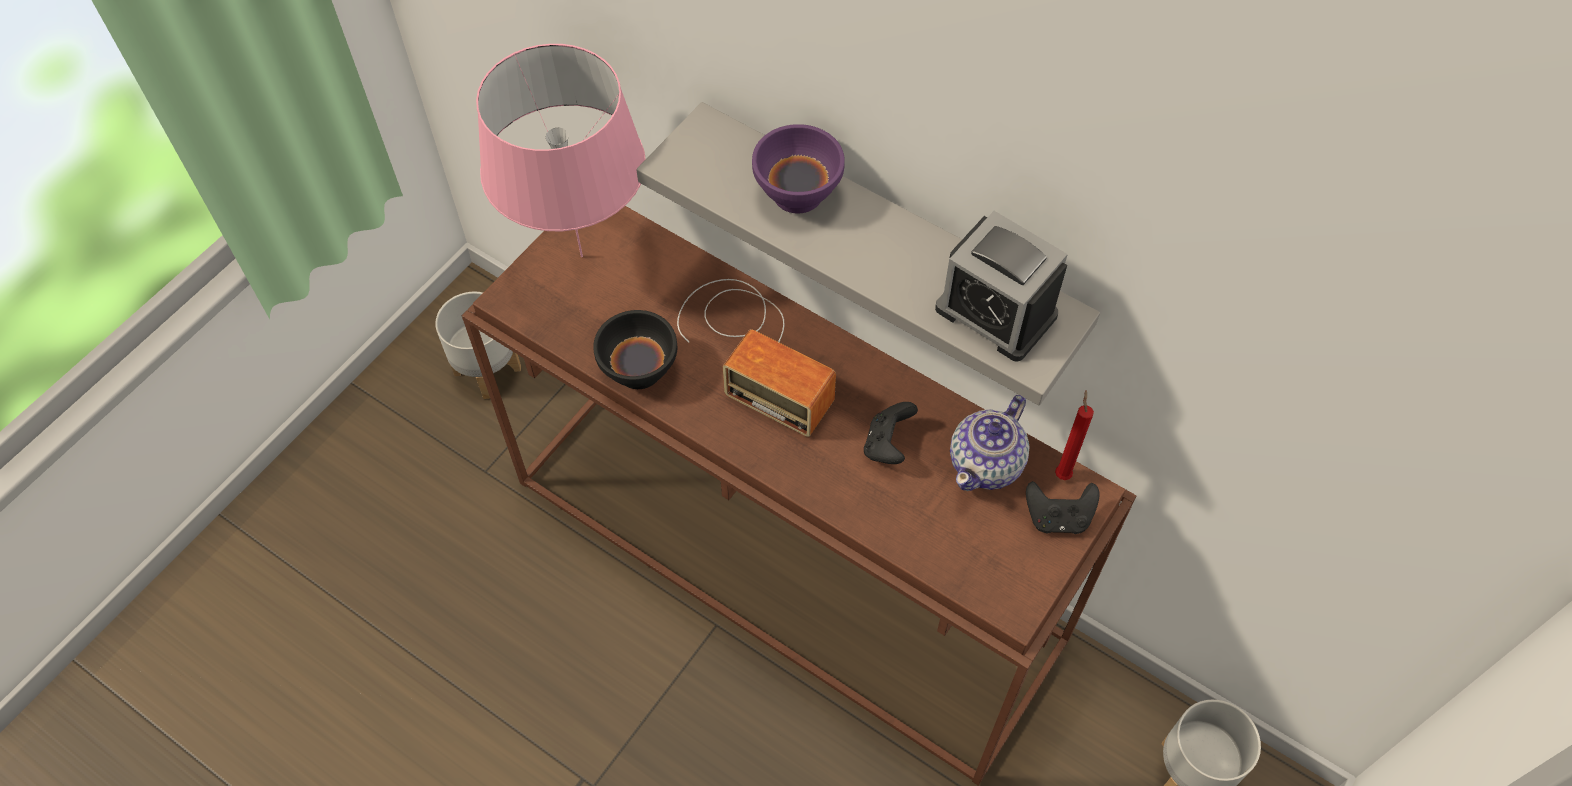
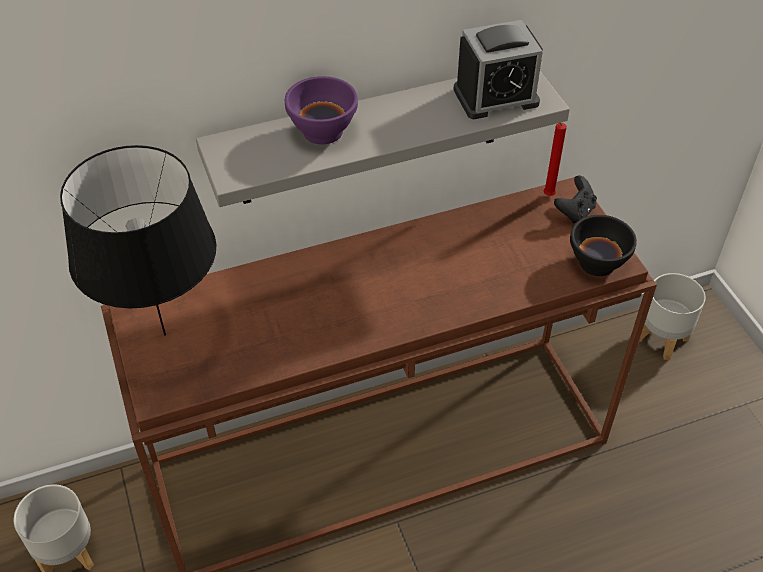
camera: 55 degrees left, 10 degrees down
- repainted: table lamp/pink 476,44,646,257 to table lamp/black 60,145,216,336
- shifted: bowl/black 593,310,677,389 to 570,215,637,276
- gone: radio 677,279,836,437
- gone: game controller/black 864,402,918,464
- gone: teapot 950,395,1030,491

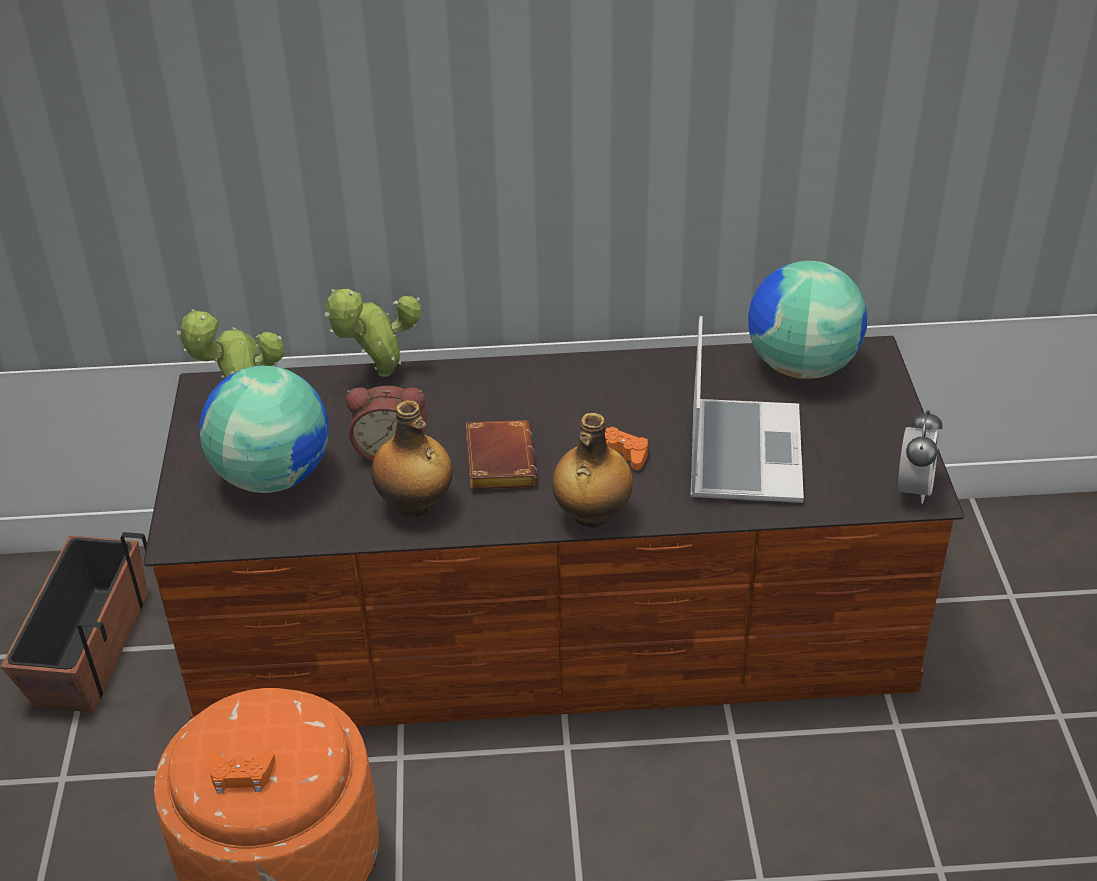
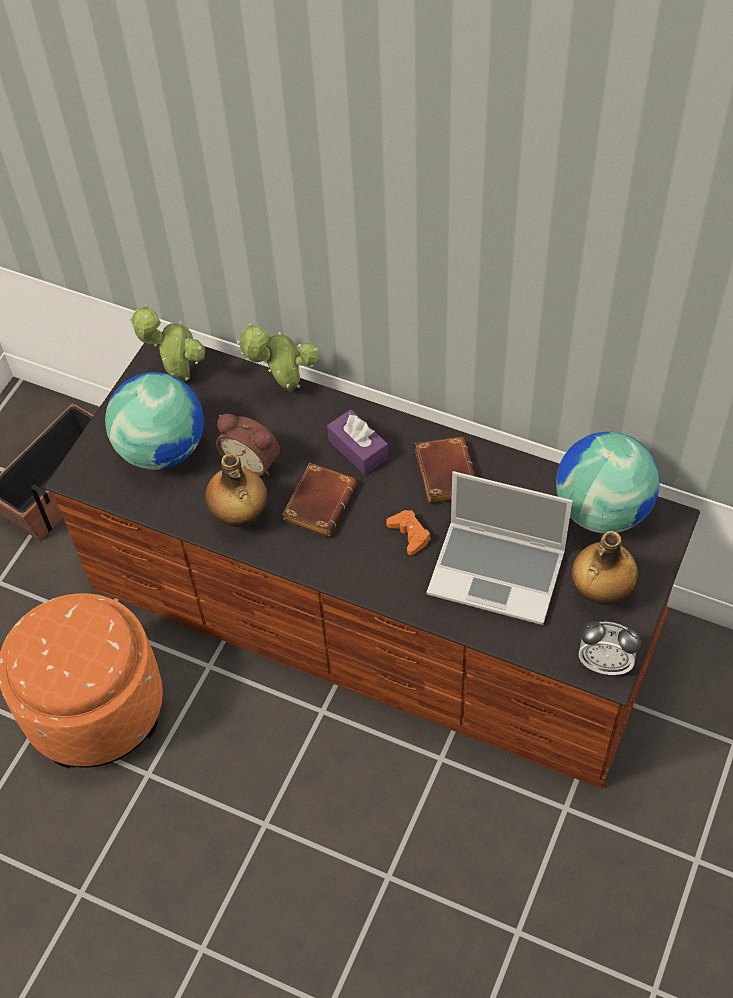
camera: 30 degrees right, 15 degrees up
- gone: game controller/orange 209,750,275,793
- shifted: bottle 552,413,633,528 to 571,531,638,605
- rotated: laptop 691,316,804,503 = 427,471,572,625 75 degrees clockwise
- rotated: alarm clock 898,410,943,504 = 579,621,641,675 60 degrees clockwise
- new: tissue box/purple 327,409,388,475
- new: book/brown 415,437,475,503

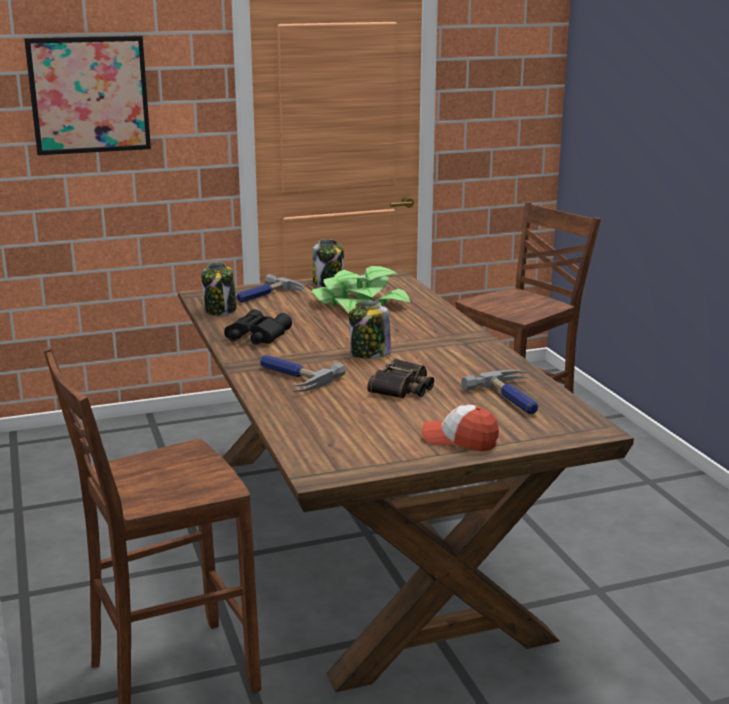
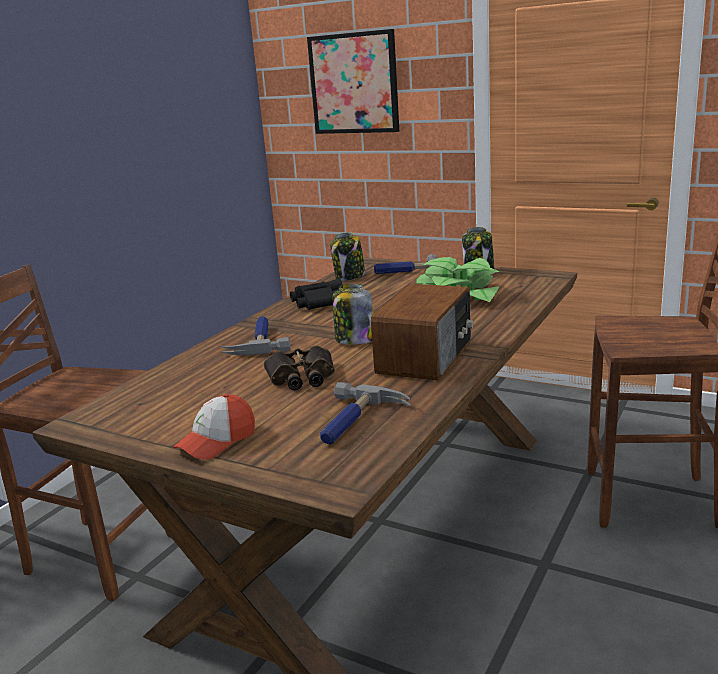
camera: 50 degrees right, 0 degrees up
- rotated: cap 422,405,499,451 = 173,394,255,460 120 degrees counterclockwise
- new: radio 371,284,474,381

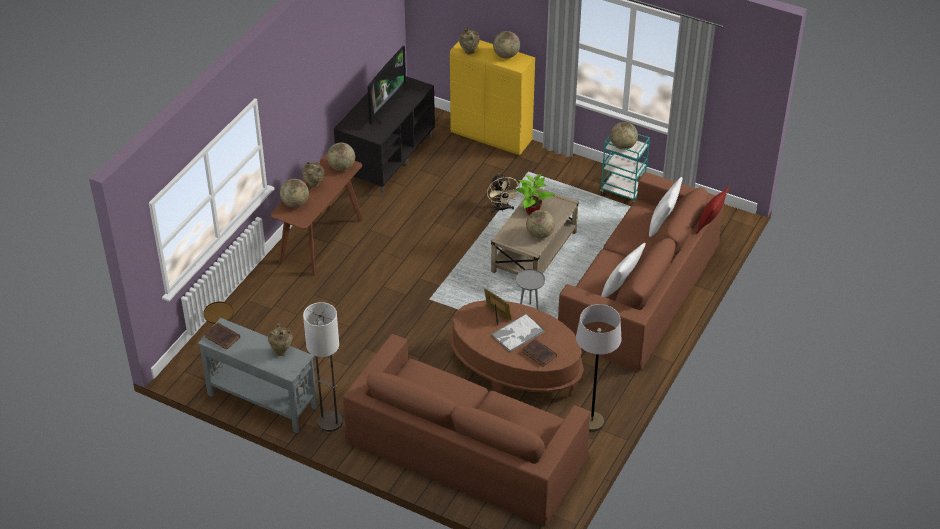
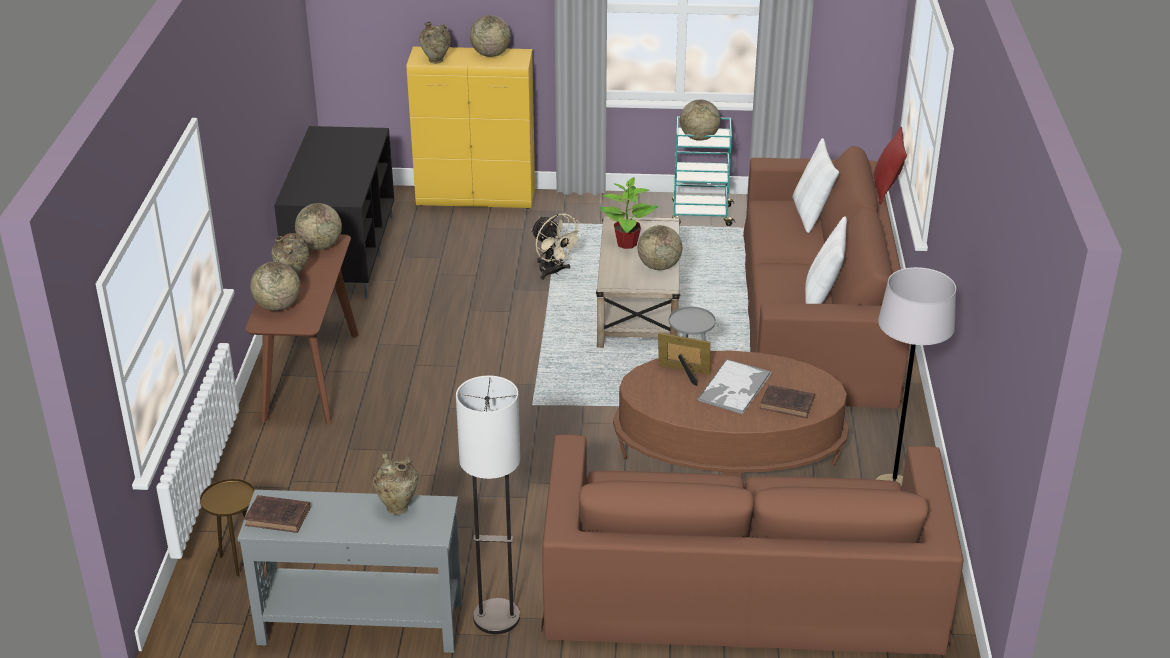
camera: 25 degrees left, 10 degrees down
- gone: television 367,46,406,125

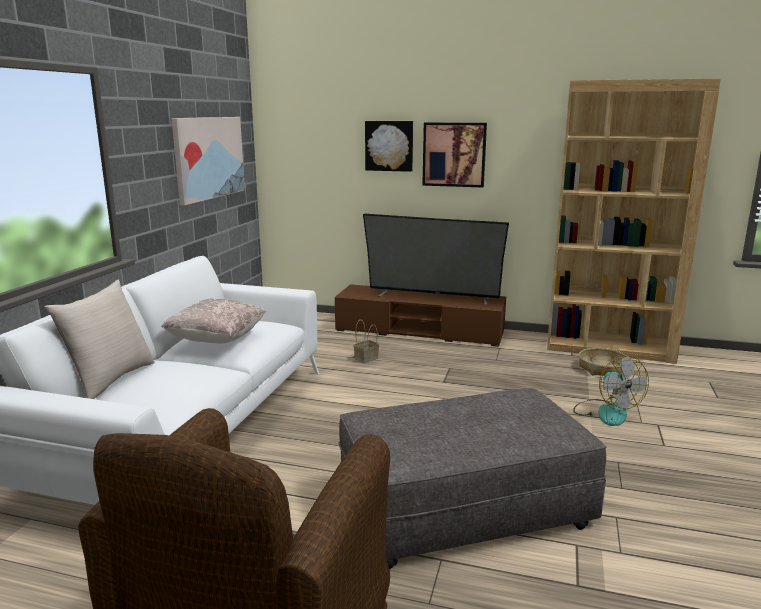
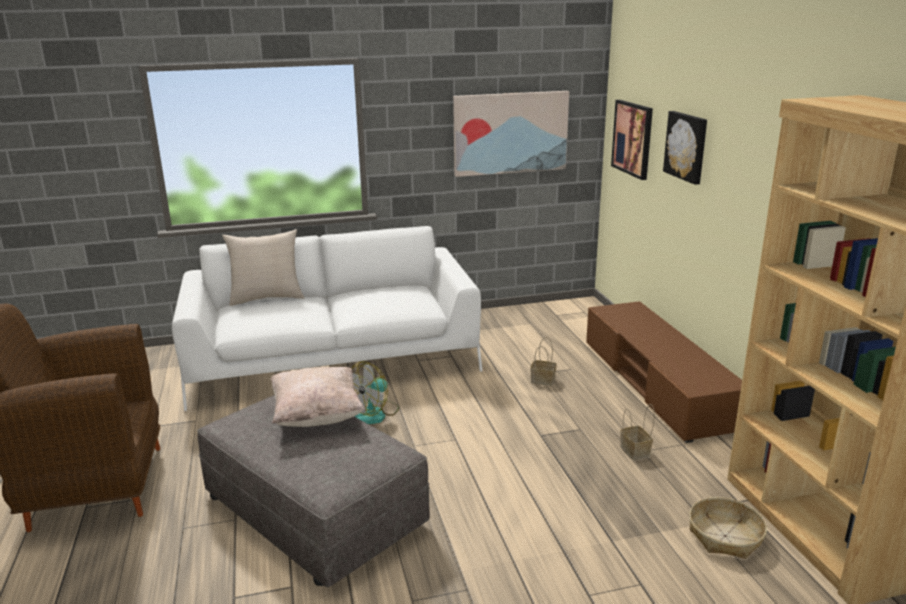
camera: 60 degrees right, 5 degrees up
- shifted: pillow/beige 161,298,266,344 to 271,367,365,427
- gone: television 363,213,509,306
- shifted: picture 422,122,487,187 to 611,100,653,180
- shifted: fan 573,355,649,426 to 351,361,399,424
- new: basket 620,404,655,460

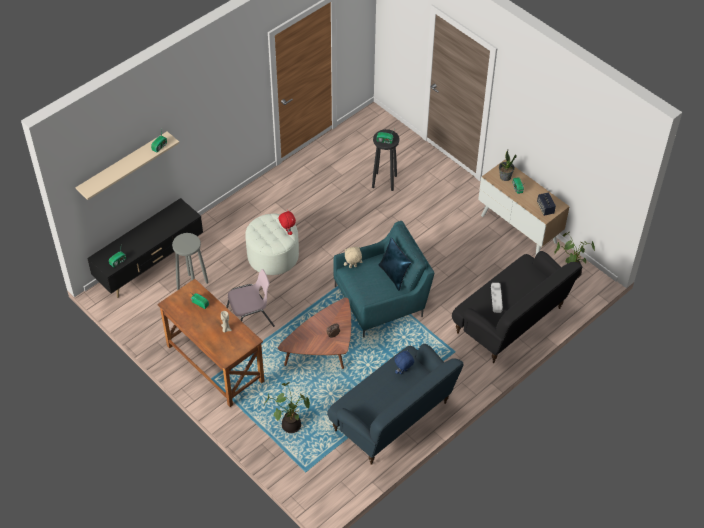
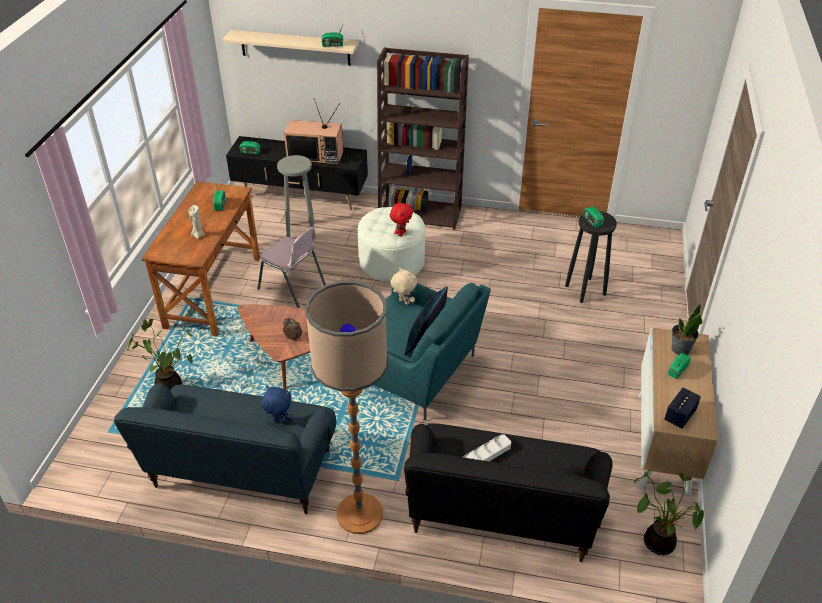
camera: 55 degrees right, 10 degrees down
- new: television 284,98,343,164
- new: floor lamp 305,281,388,534
- new: bookcase/brown 377,47,469,230

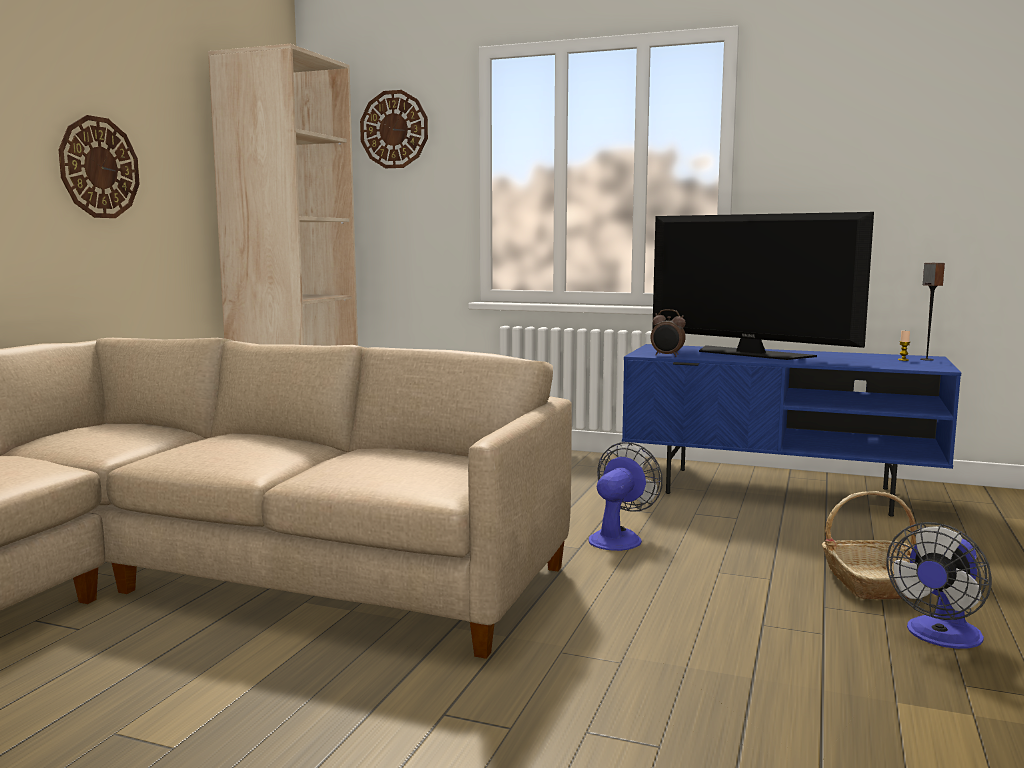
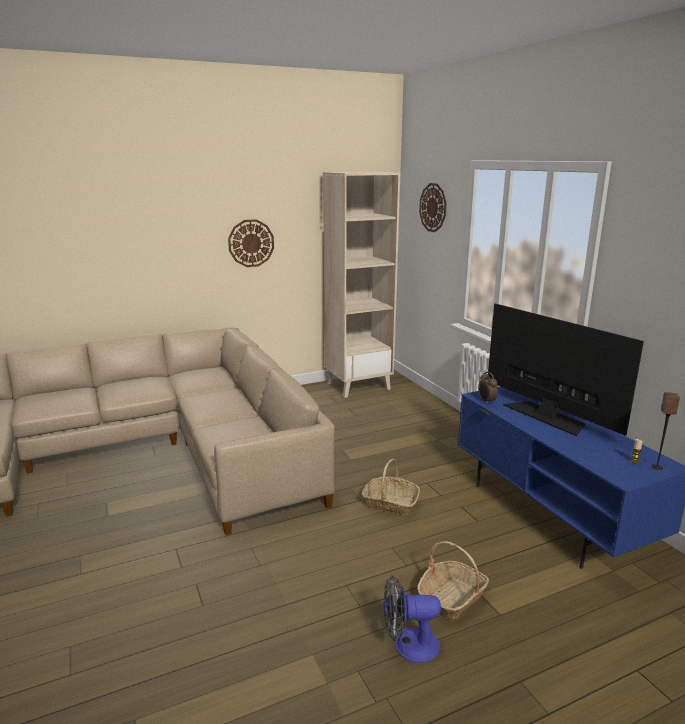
camera: 45 degrees right, 10 degrees up
- swapped: fan 588,442,663,551 to basket 362,459,420,515
- rotated: television 652,212,874,360 = 488,303,644,436 150 degrees clockwise

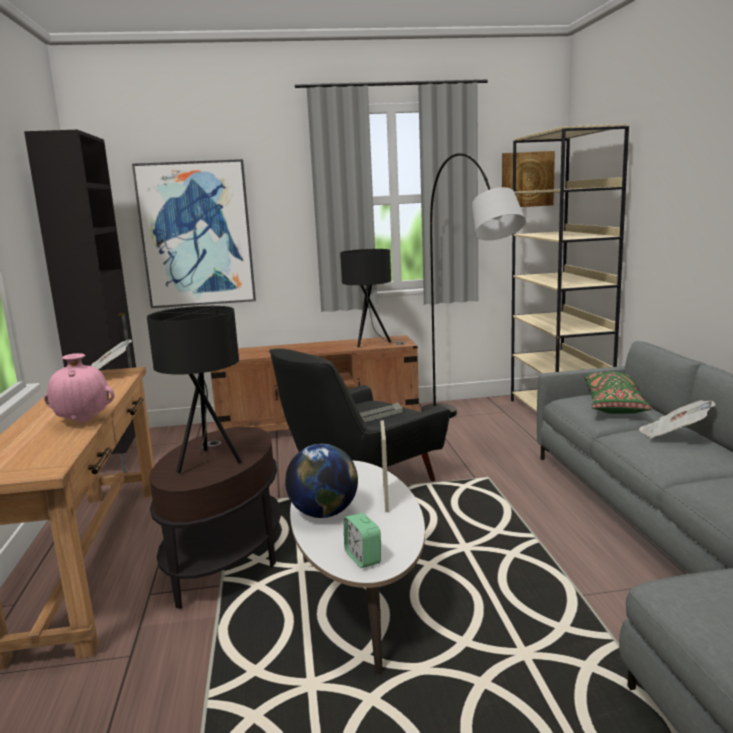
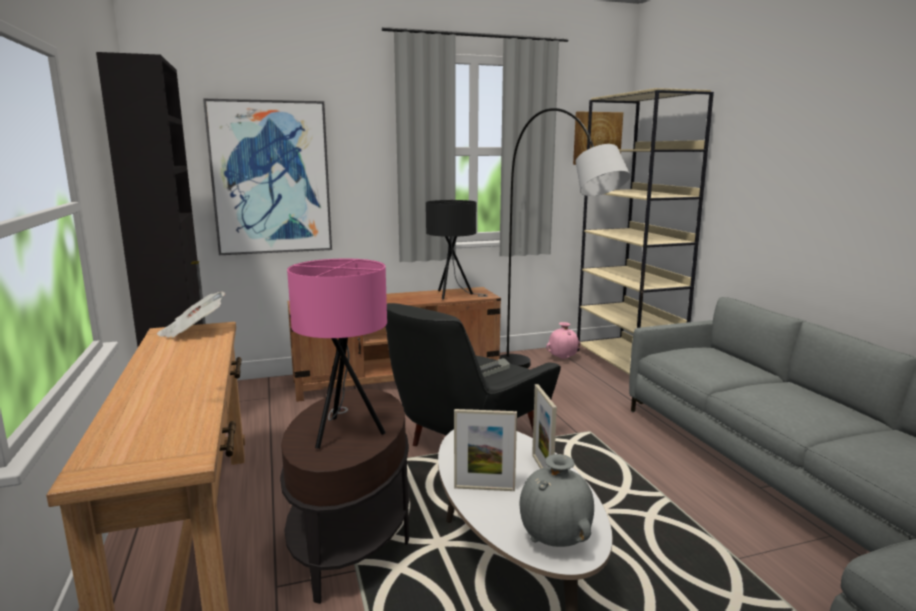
camera: 10 degrees left, 0 degrees up
- shifted: vase/pink 44,353,115,423 to 546,322,581,359
- repainted: table lamp/black 147,306,242,473 to table lamp/pink 287,259,387,449
- swapped: globe 285,444,358,518 to picture frame 454,409,517,491
- swapped: alarm clock 344,513,381,568 to vase/grey 520,454,594,547
- gone: pillow/green 584,372,652,414
- gone: newspaper 639,400,715,438

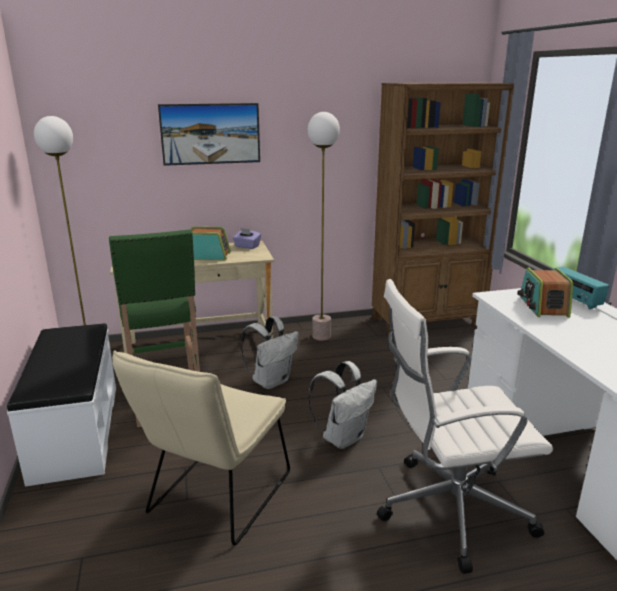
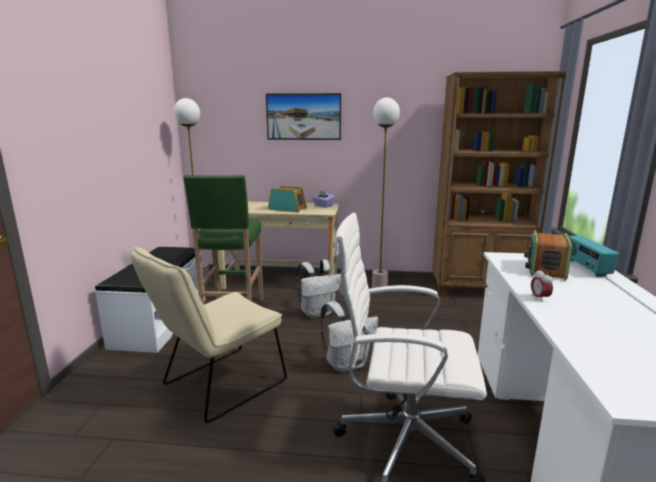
camera: 20 degrees right, 5 degrees down
- new: alarm clock 531,268,553,302

